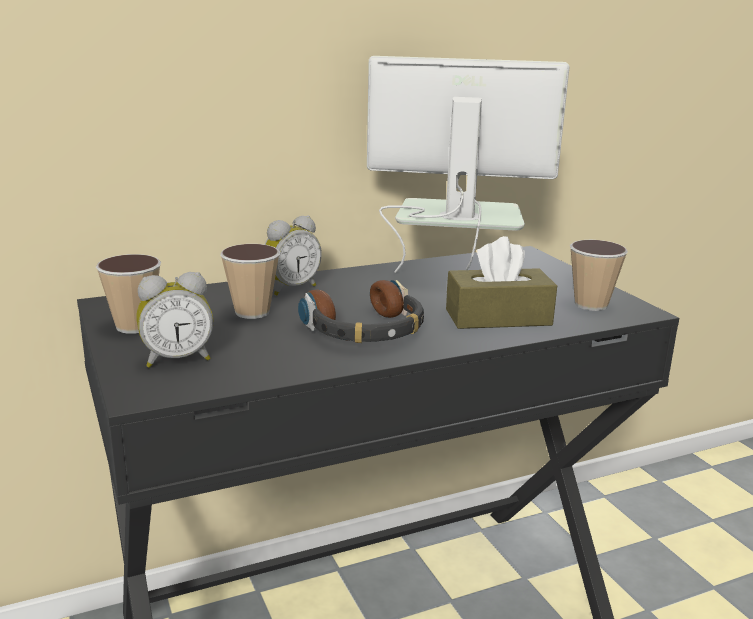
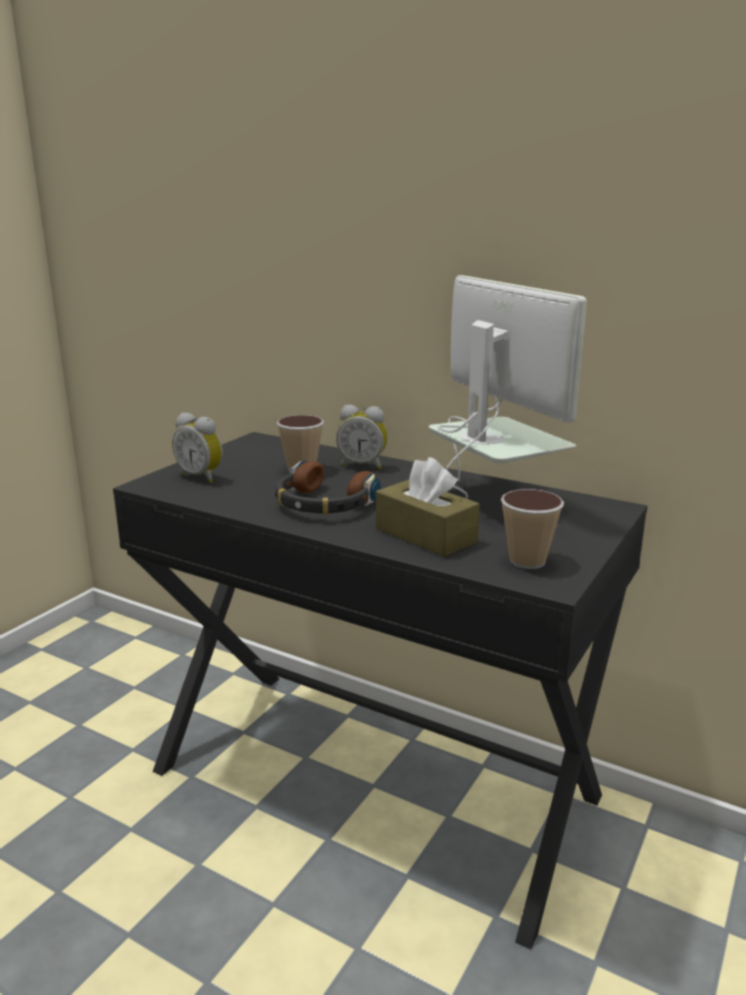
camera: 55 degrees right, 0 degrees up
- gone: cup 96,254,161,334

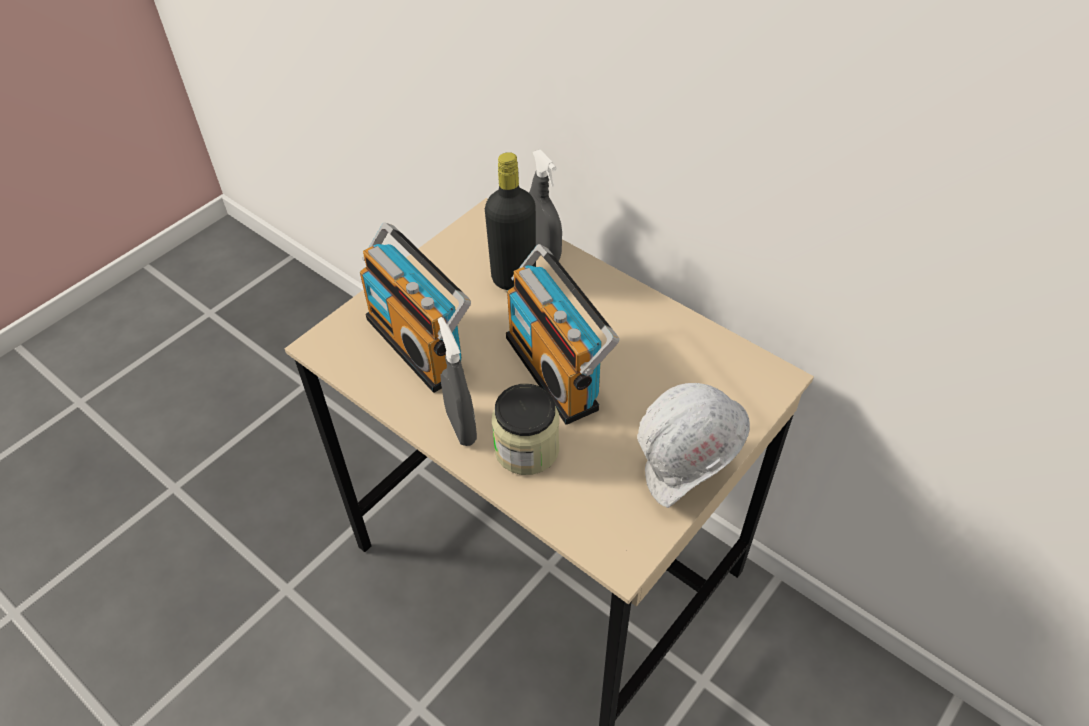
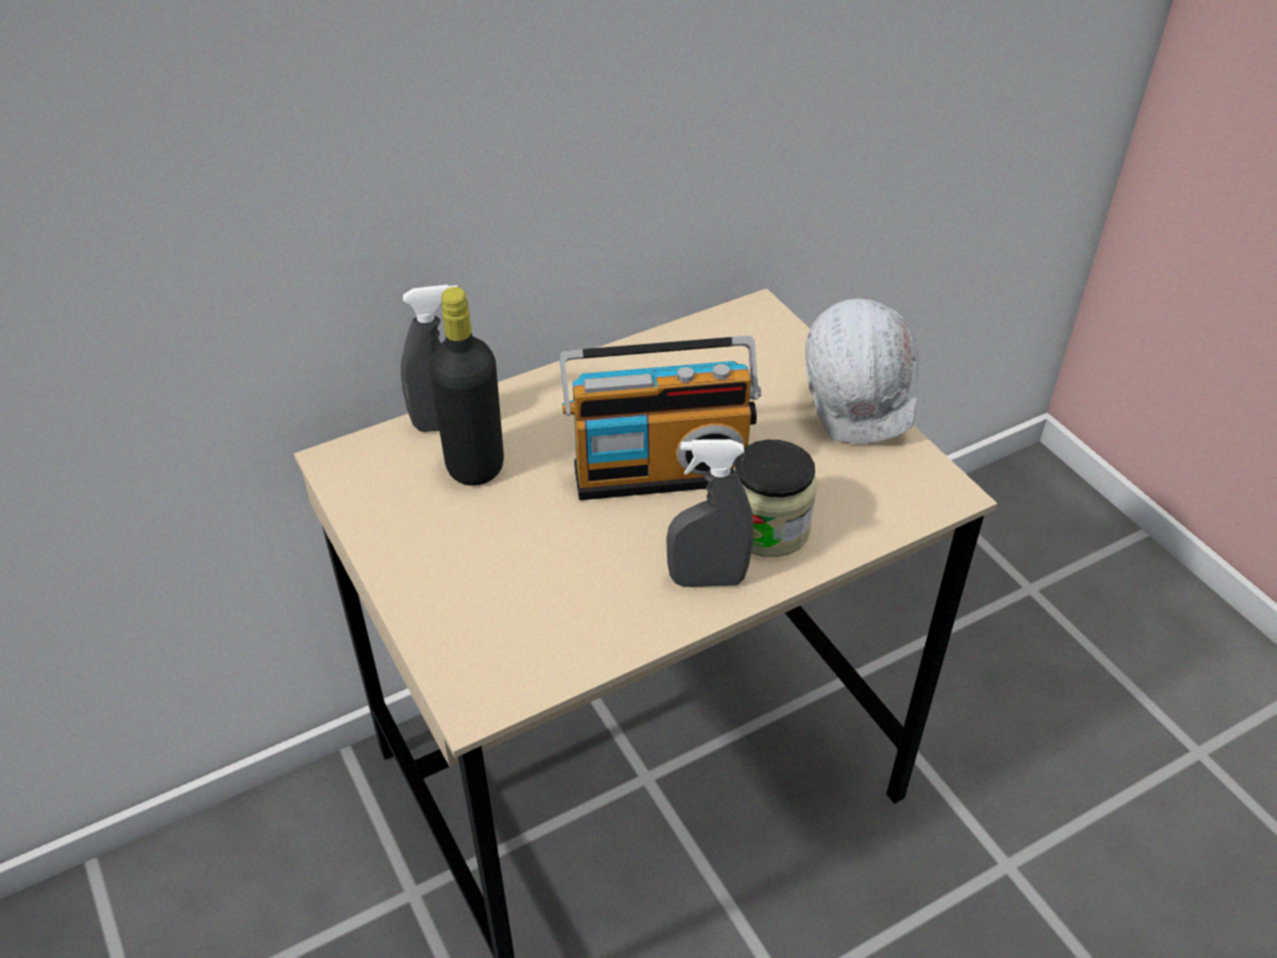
camera: 70 degrees left, 5 degrees down
- gone: radio 360,222,471,393

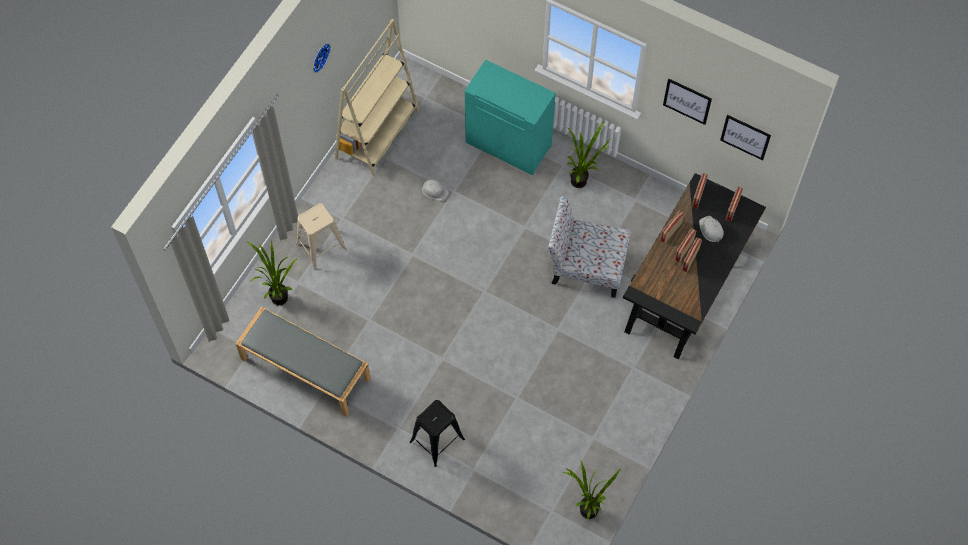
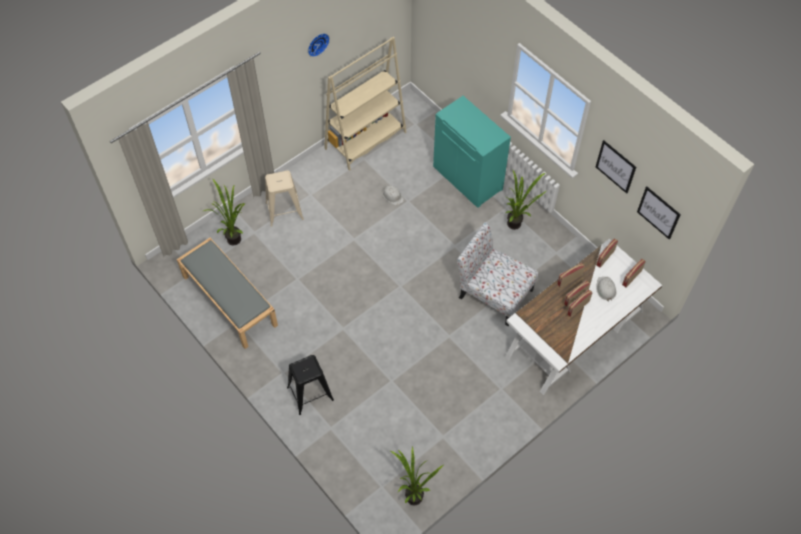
camera: 20 degrees right, 5 degrees down
- repainted: desk/black 623,173,766,360 to desk/white 505,239,662,395

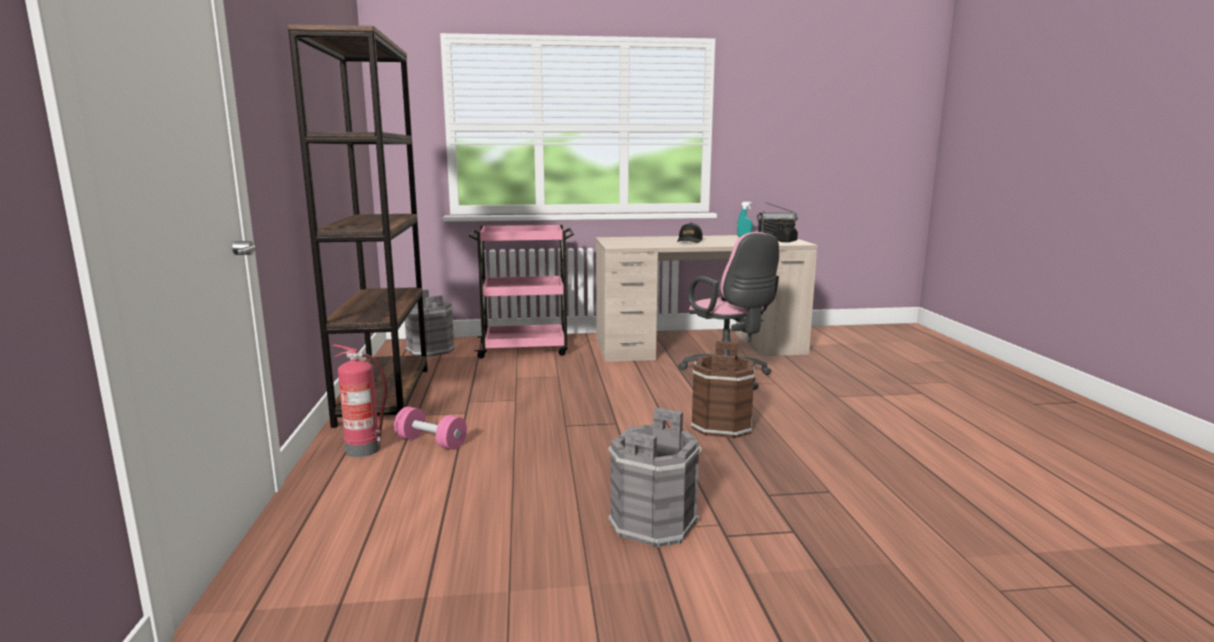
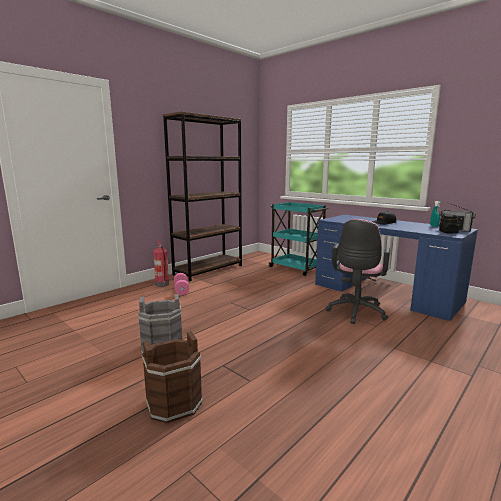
camera: 50 degrees right, 0 degrees up
- gone: bucket/grey 405,289,456,357
- repainted: cart/pink 469,225,574,358 to cart/turquoise 269,202,329,276
- repainted: desk/beige 596,235,818,362 to desk/blue 315,215,478,321
- shifted: bucket/brown 691,341,756,439 to 142,331,203,424

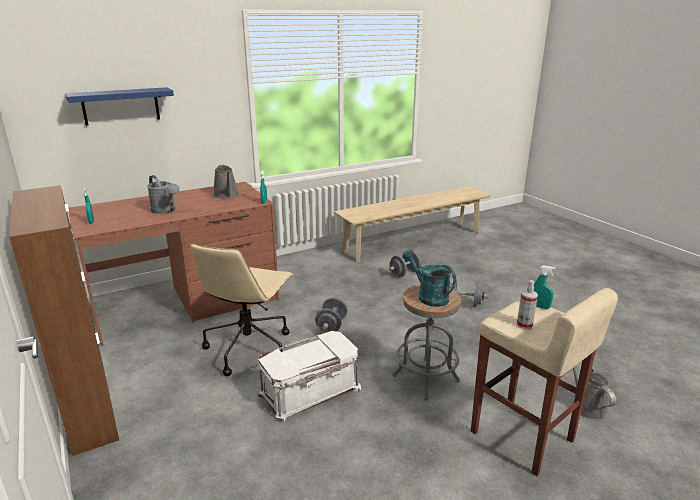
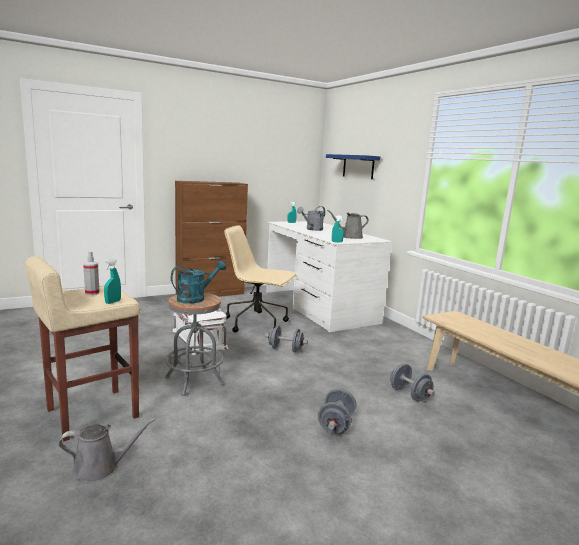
camera: 90 degrees right, 10 degrees down
- repainted: desk/brown 69,182,279,347 to desk/white 266,221,392,332

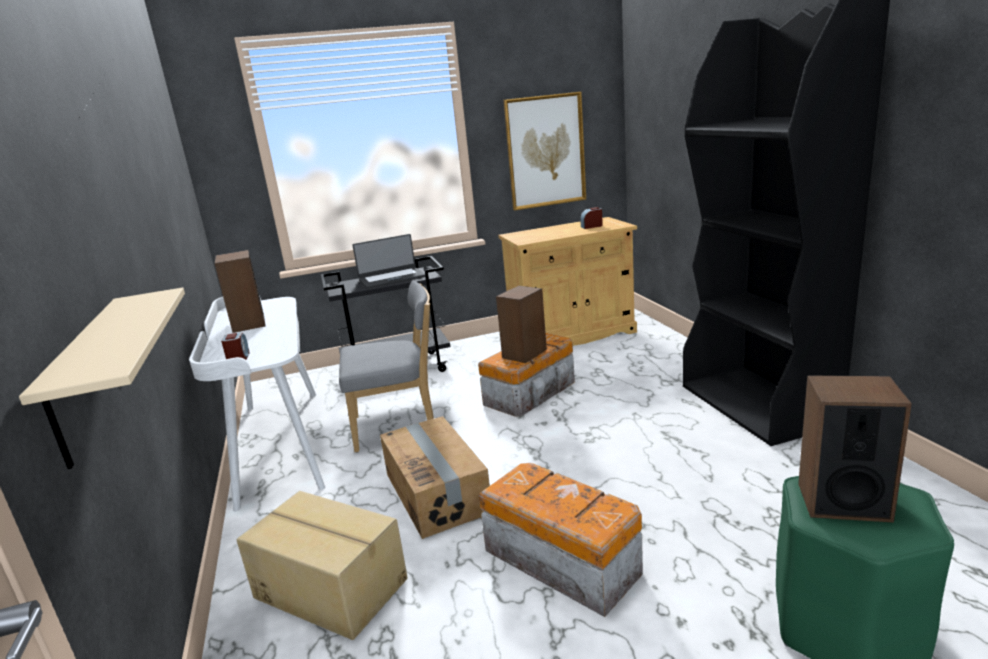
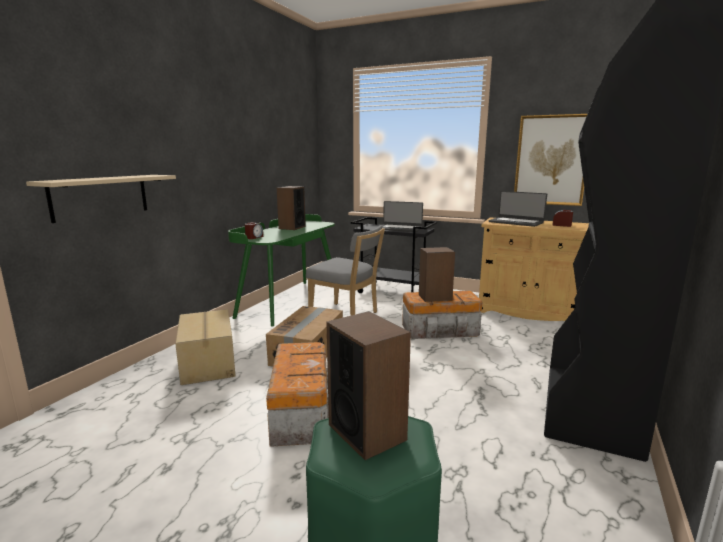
camera: 40 degrees right, 5 degrees down
- repainted: desk/white 189,296,325,511 to desk/green 228,214,335,327
- new: laptop 489,191,547,227

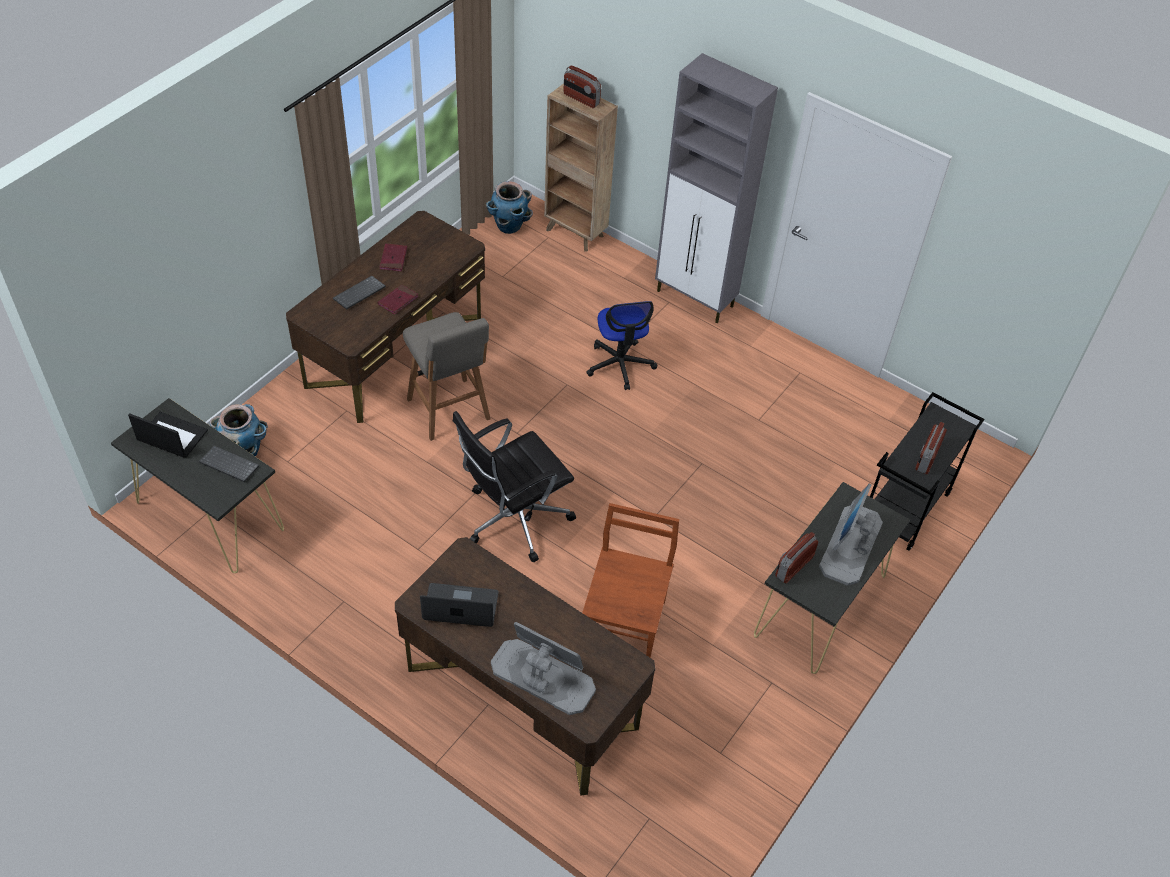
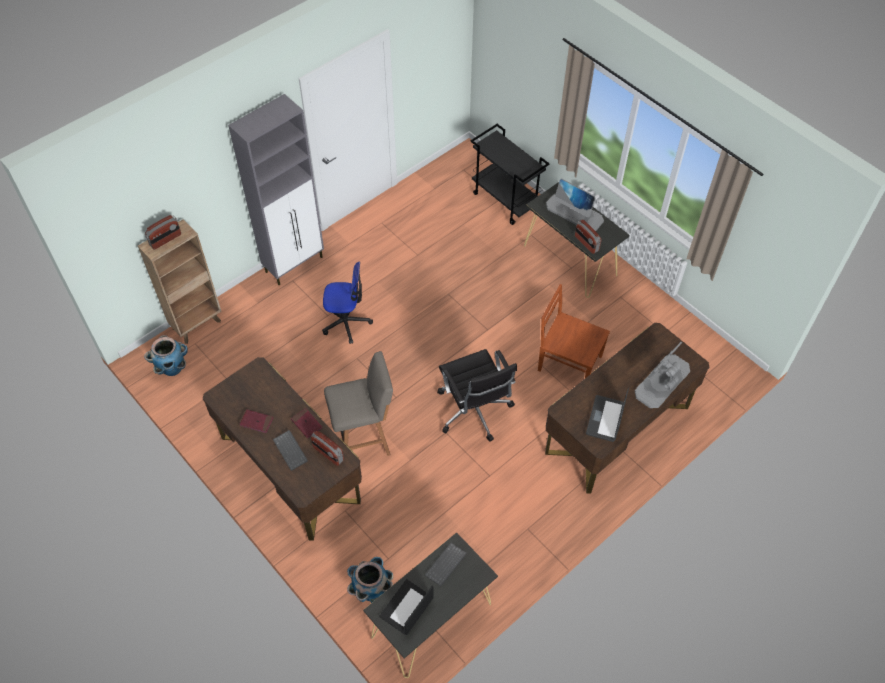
camera: 75 degrees left, 5 degrees up
- shifted: radio 915,422,947,474 to 311,431,344,466

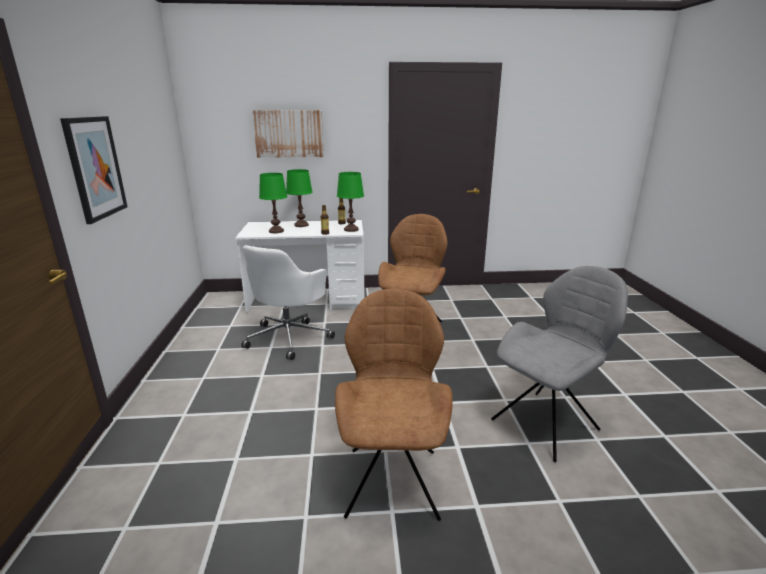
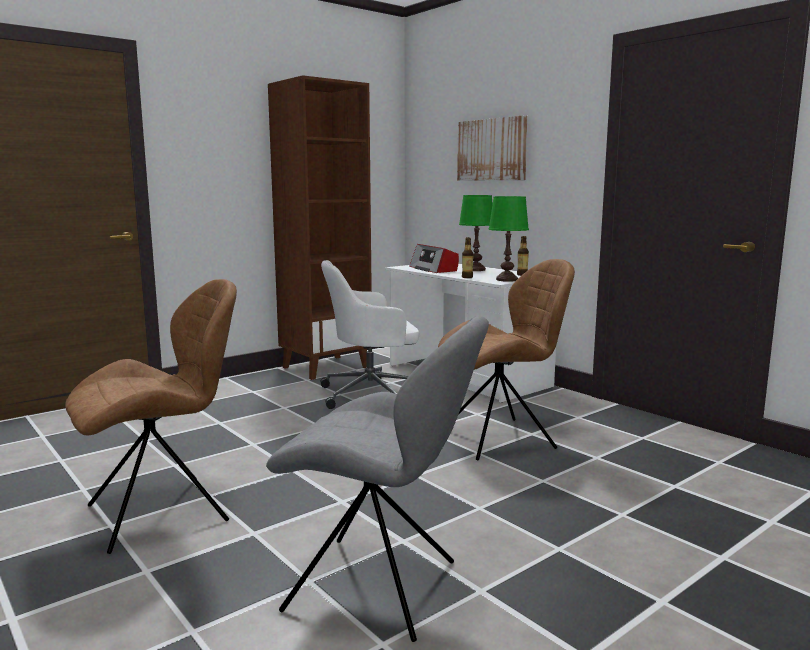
camera: 55 degrees right, 10 degrees down
- gone: picture 60,116,128,224
- swapped: table lamp/green 259,173,288,233 to radio 409,244,459,273
- new: bookcase/brown 268,75,372,380

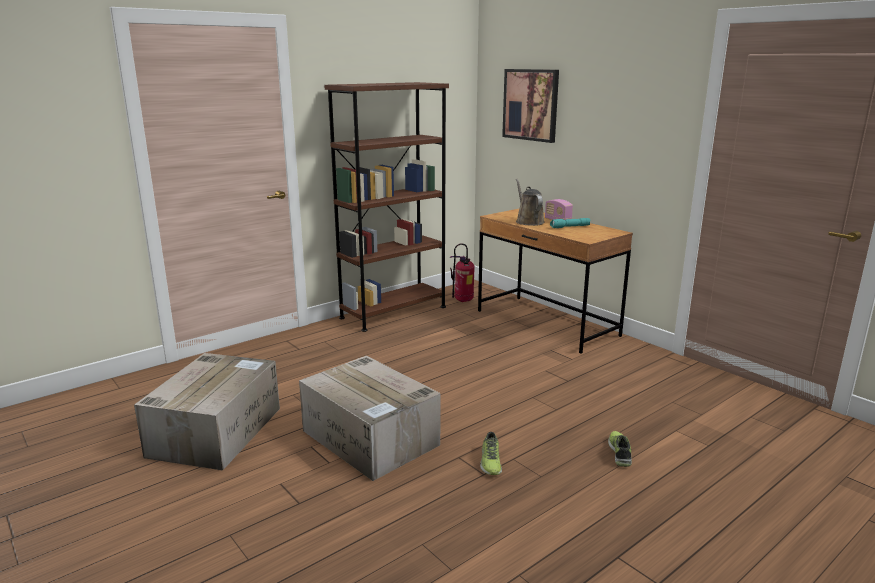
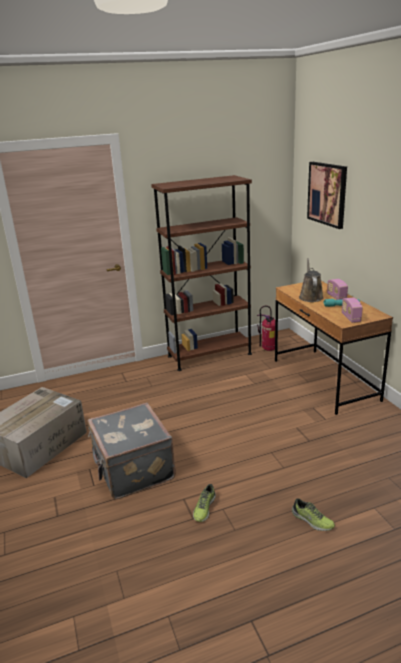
camera: 20 degrees right, 5 degrees up
- swapped: cardboard box 299,356,440,481 to suitcase/grey 87,403,176,499
- rotated: shoe 608,431,632,467 = 292,498,335,531 105 degrees clockwise
- new: radio 342,298,363,323

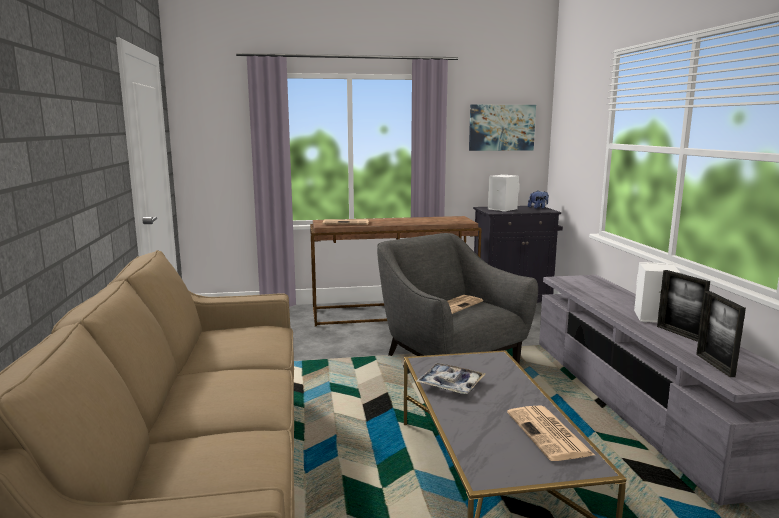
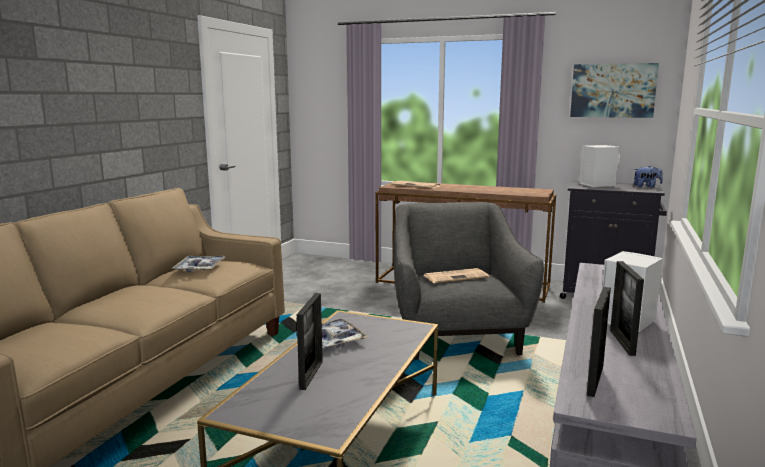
camera: 30 degrees right, 0 degrees up
- gone: newspaper 507,405,595,461
- new: tray 172,256,226,272
- new: picture frame 297,293,323,390

